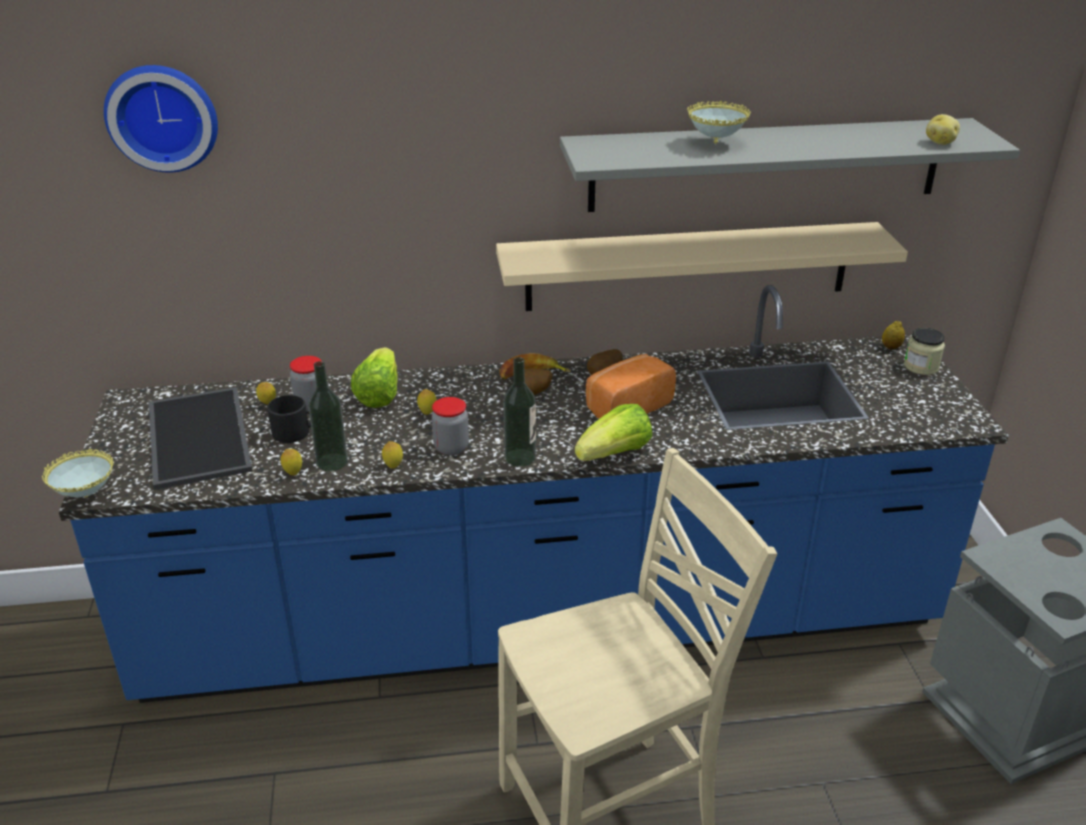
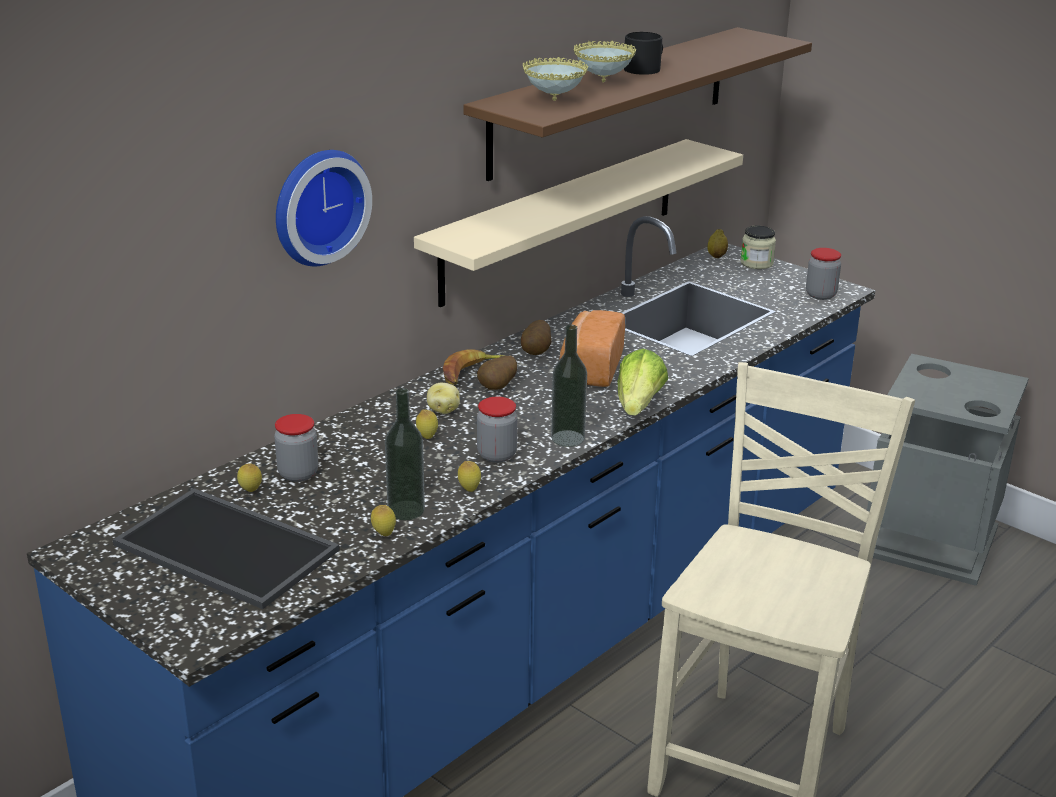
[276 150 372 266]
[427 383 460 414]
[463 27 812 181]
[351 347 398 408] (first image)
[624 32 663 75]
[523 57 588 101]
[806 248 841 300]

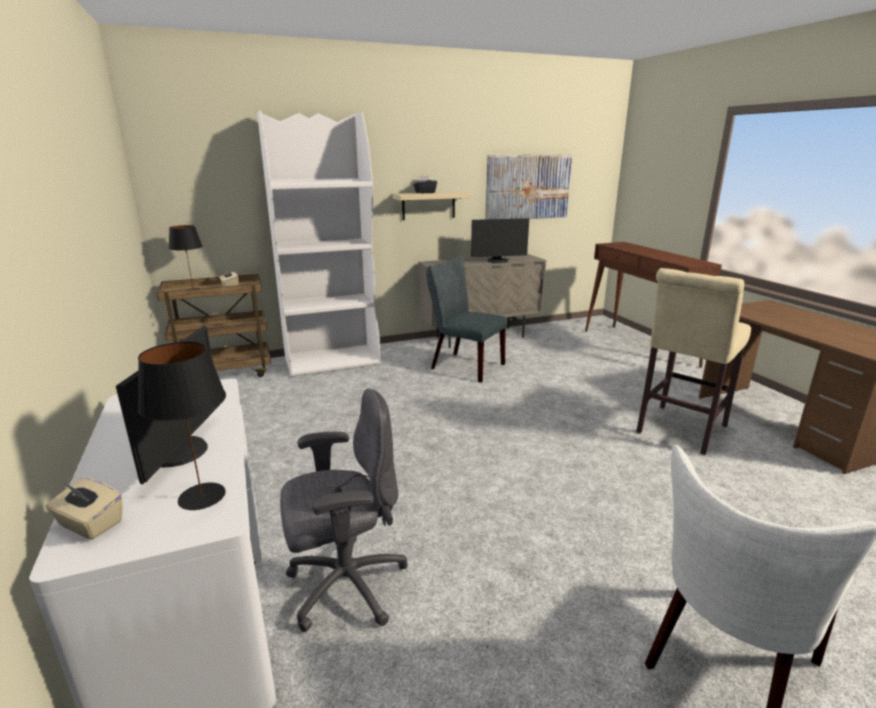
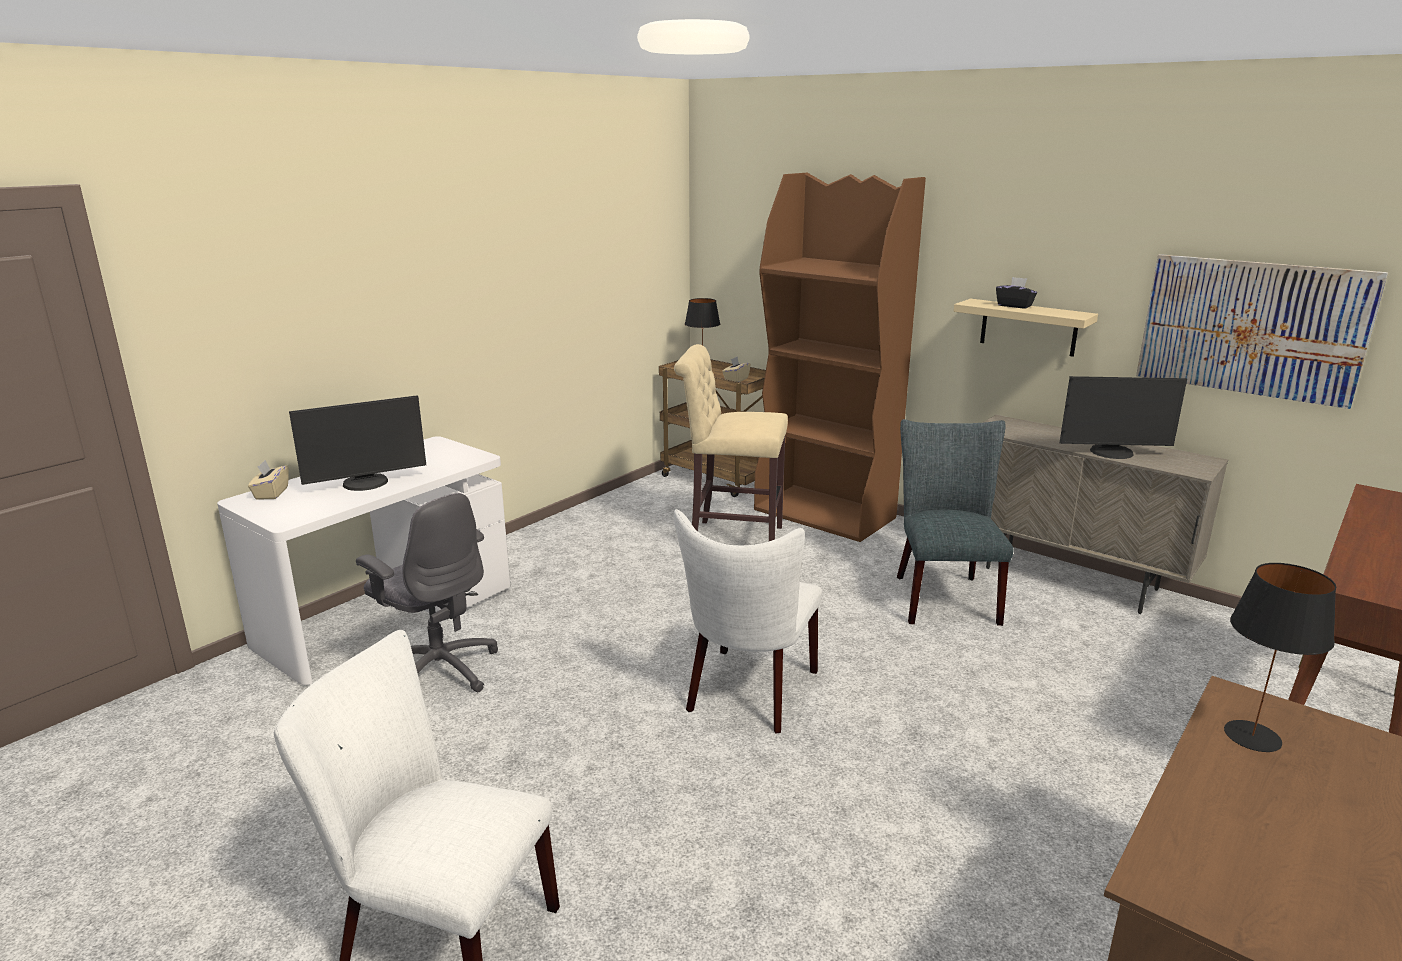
[754 173 926 542]
[1060 376 1187 459]
[674 344 788 541]
[1224 563 1336 752]
[674 509 822 734]

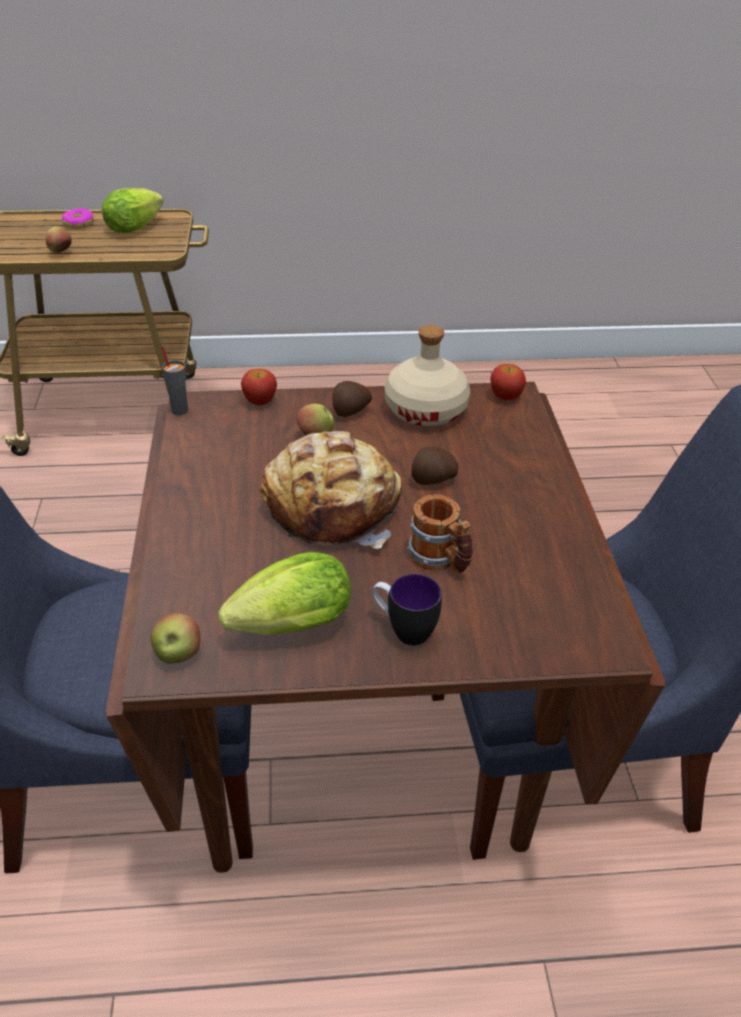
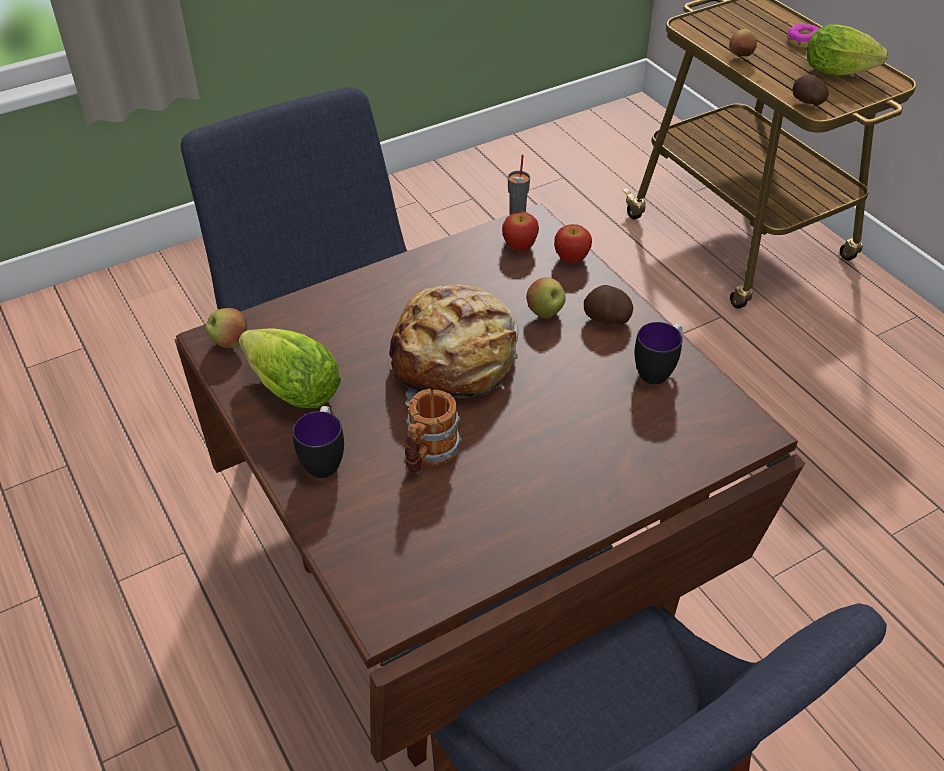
[635 322 683 385]
[502 211 539 251]
[792 74 829 105]

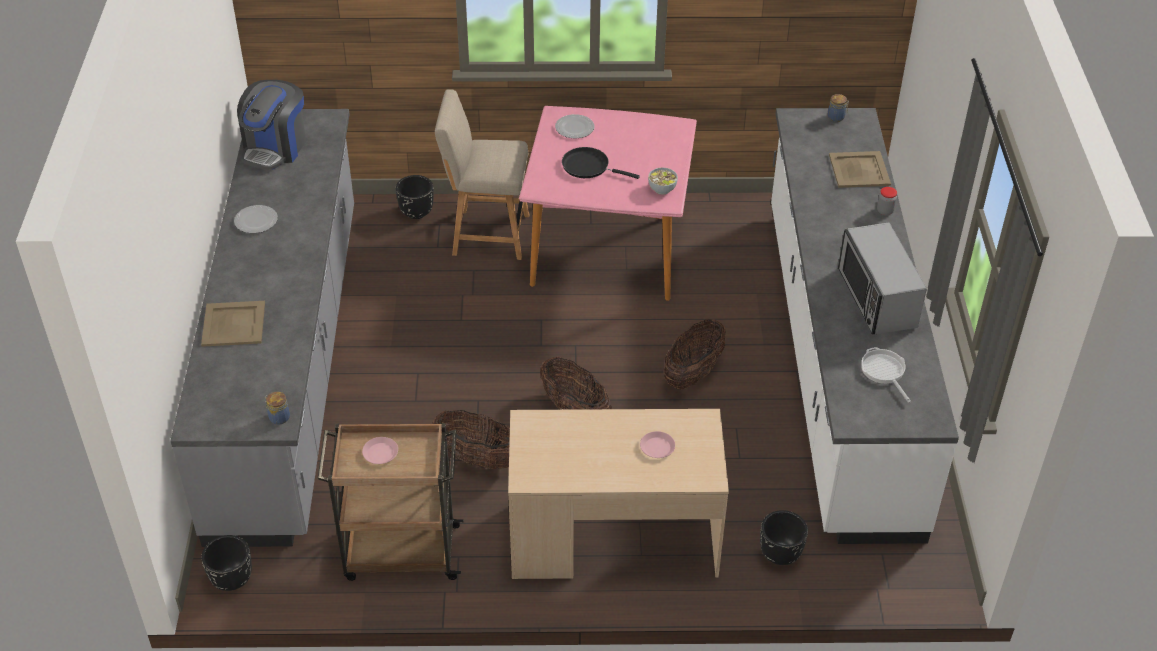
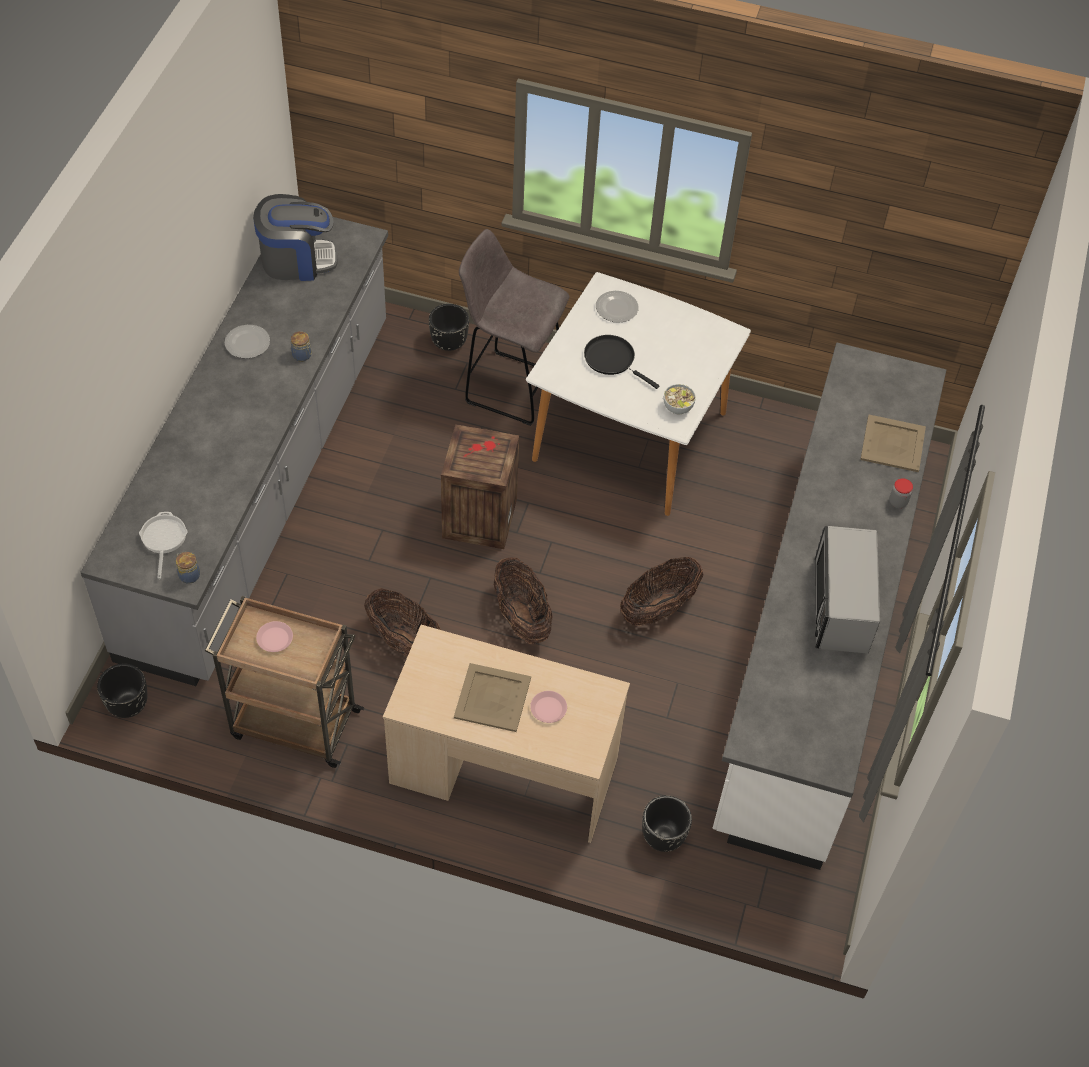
[253 194 338 281]
[459 229 570 426]
[291 331 312 362]
[526 272 751 516]
[454 663 531 732]
[139 512 188 579]
[441 424 519 549]

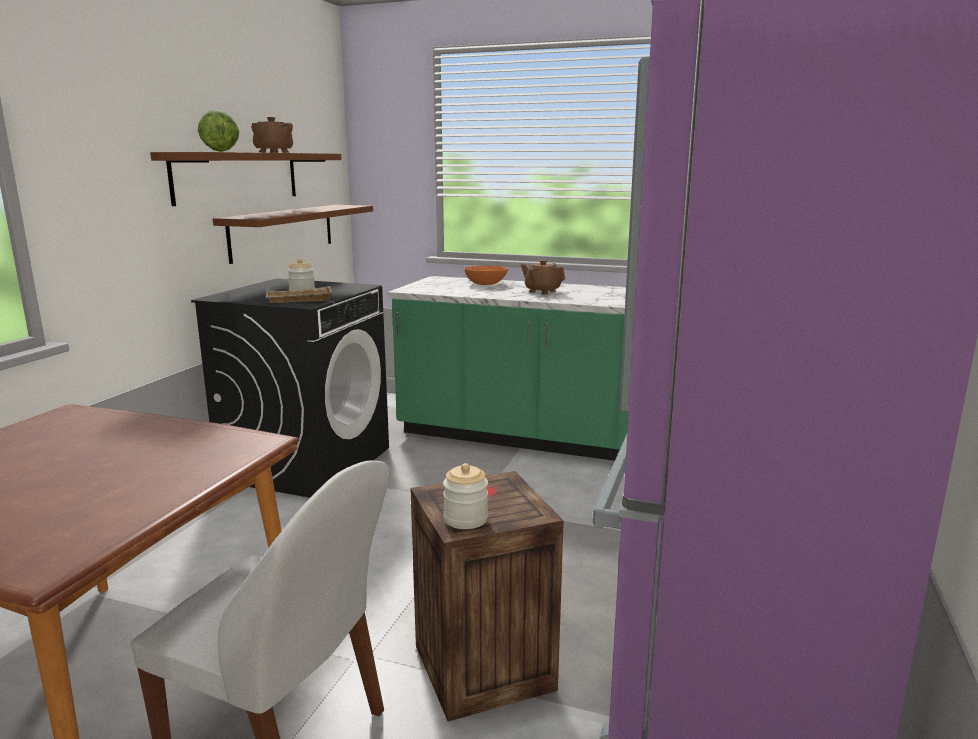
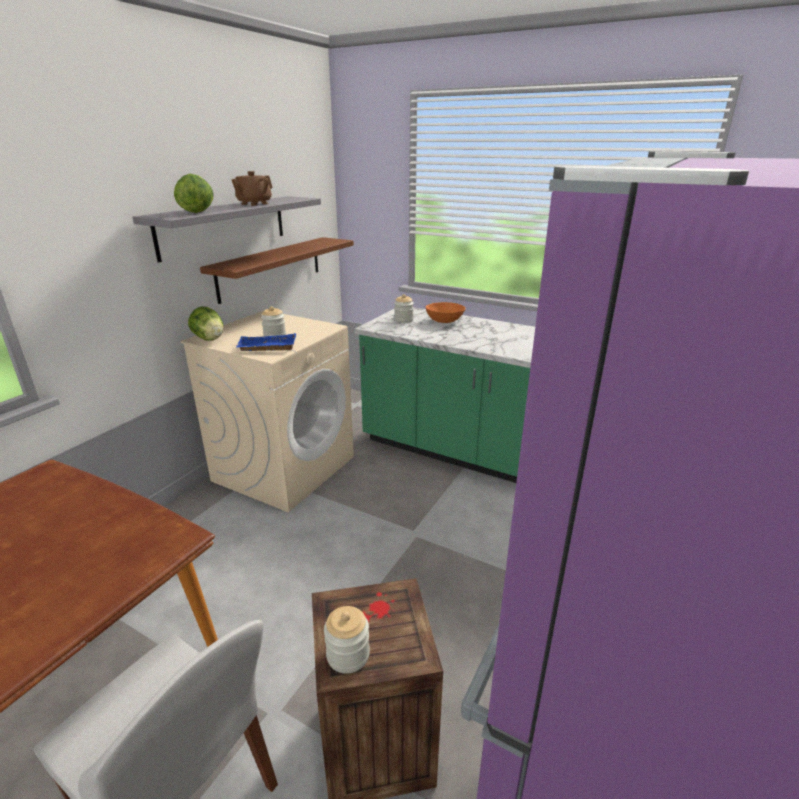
[133 196 321 263]
[521 260 565 294] (first image)
[181 310 354 512]
[236 333 296 351]
[394 294 414 323]
[188 307 223 341]

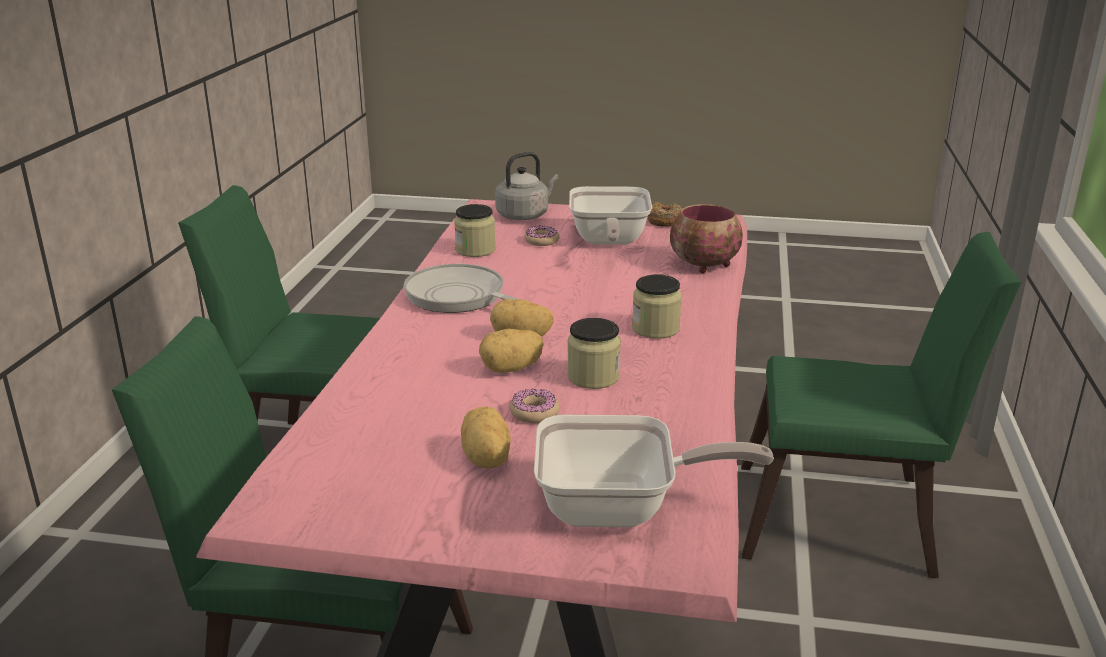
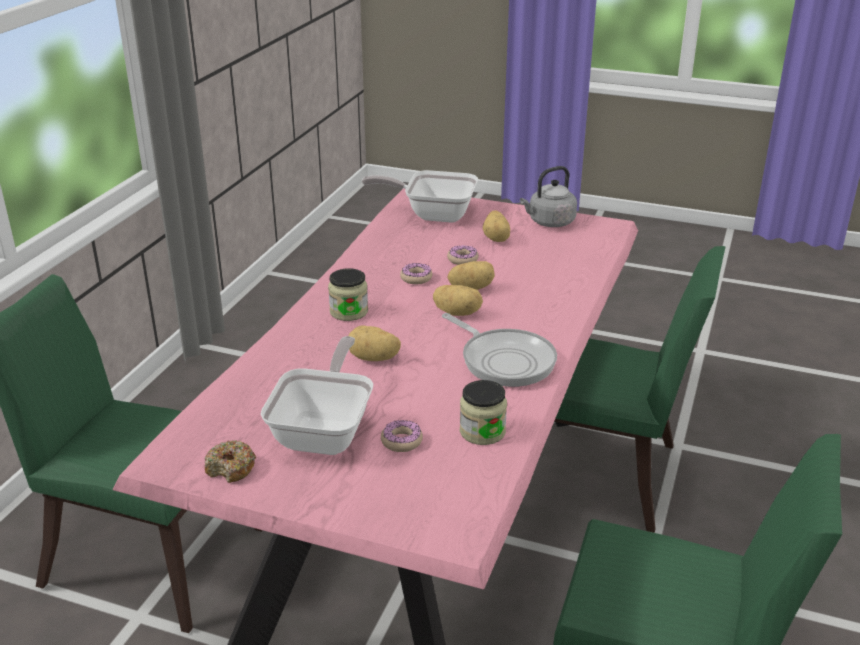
[520 166 577 227]
[670 204 743 273] (first image)
[400 263 432 284]
[348 326 401 361]

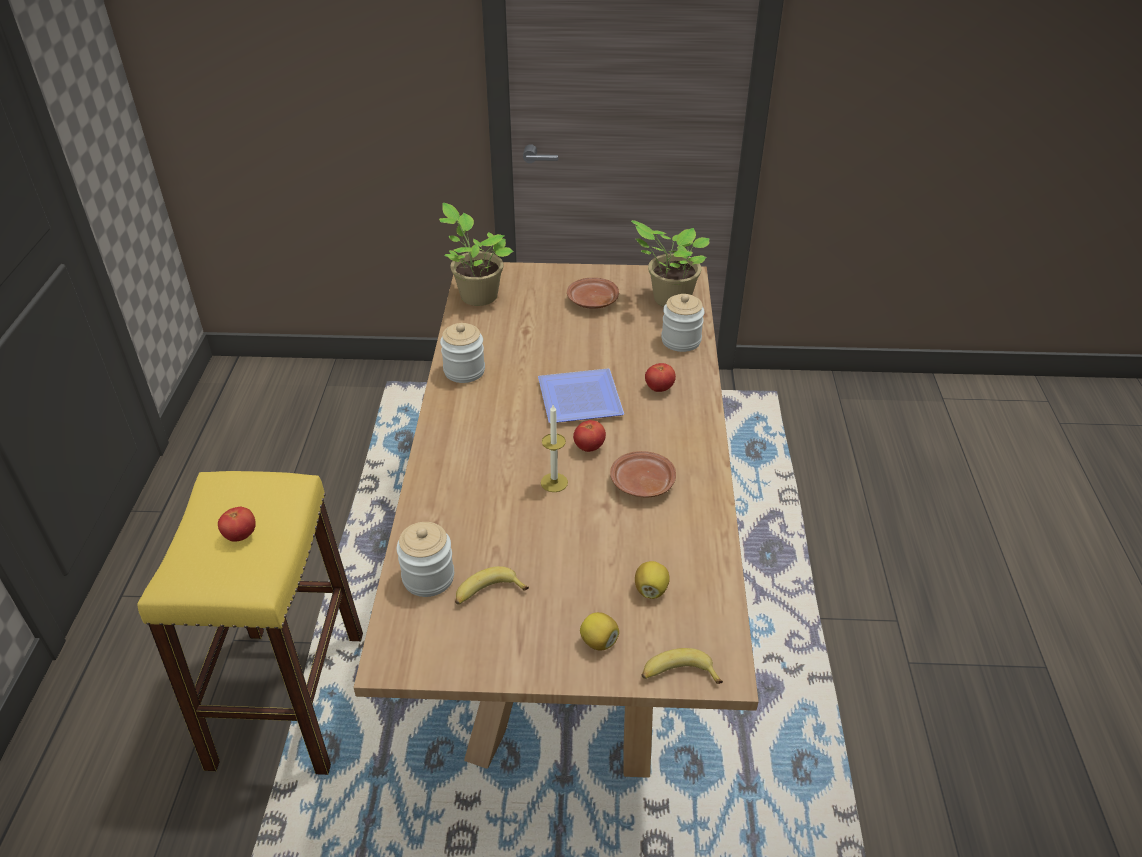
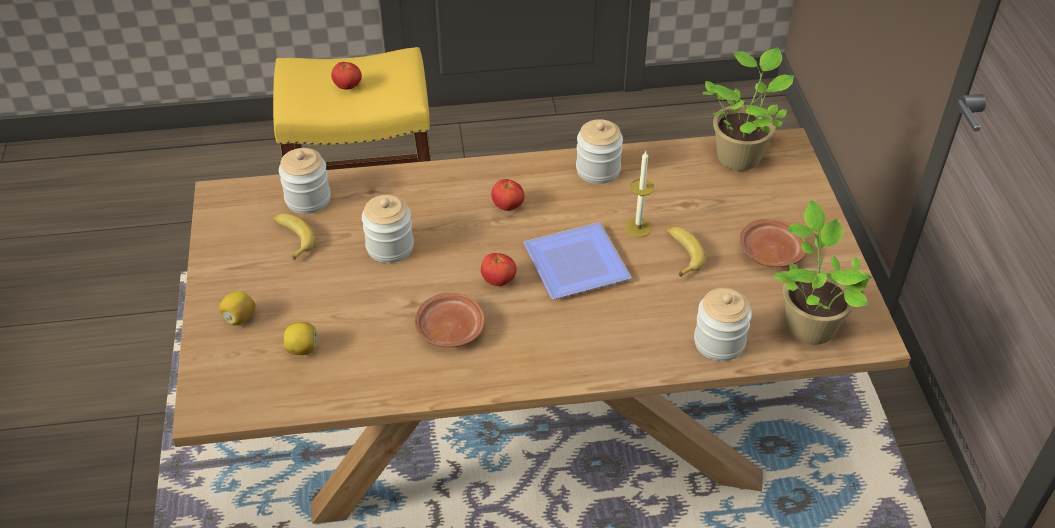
[491 179 525 211]
[625 151 654 237]
[667 227 706 277]
[362 195 414 263]

